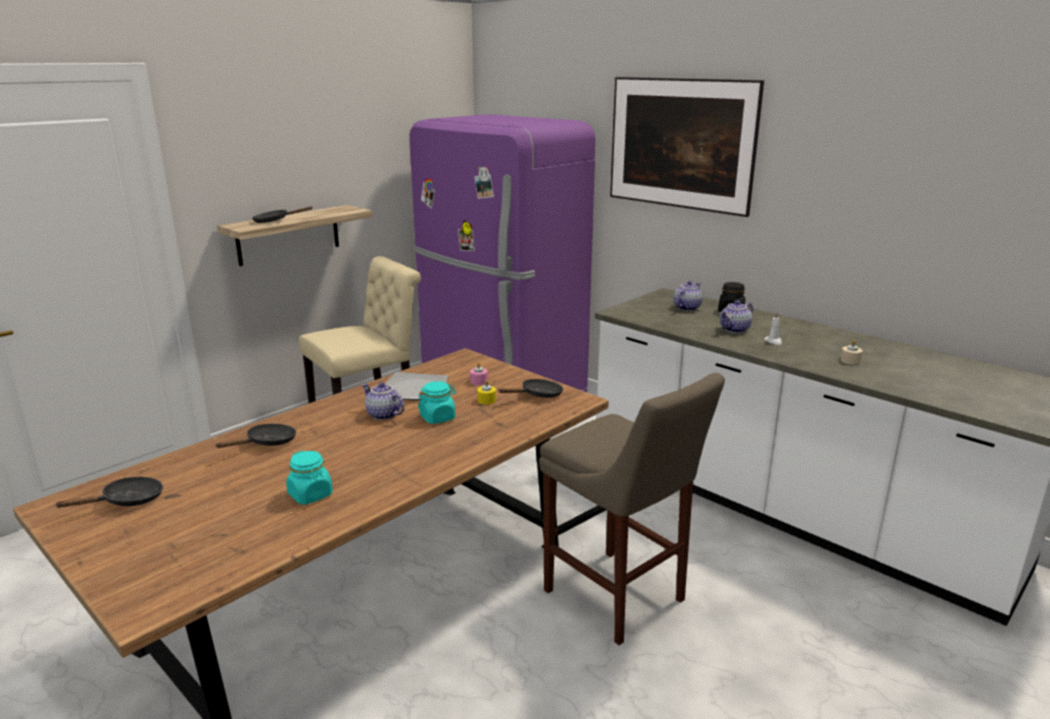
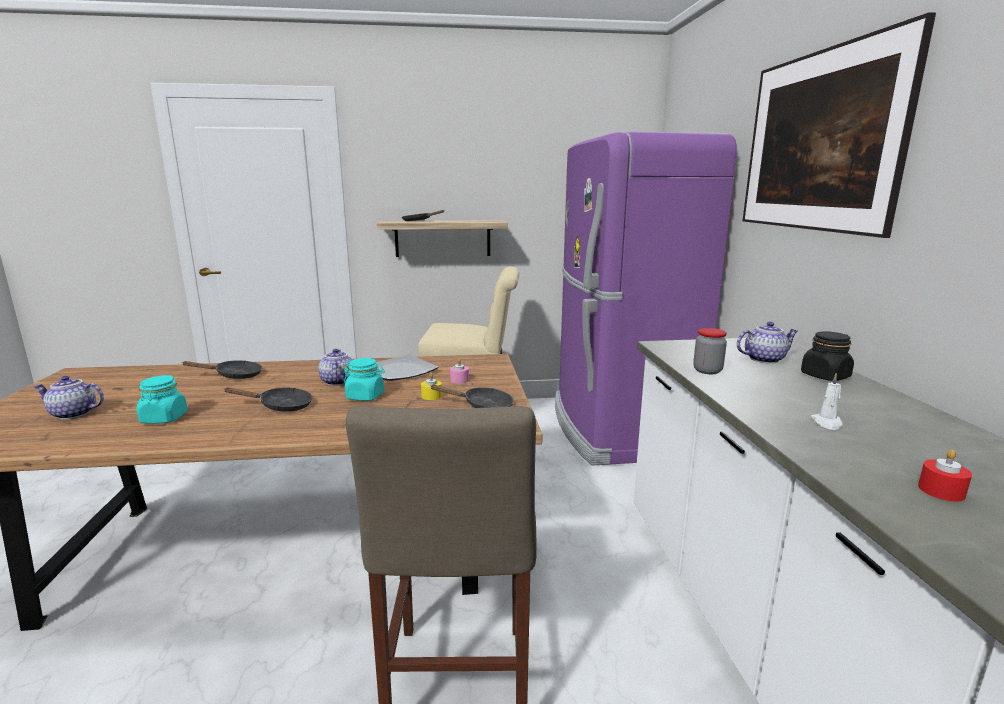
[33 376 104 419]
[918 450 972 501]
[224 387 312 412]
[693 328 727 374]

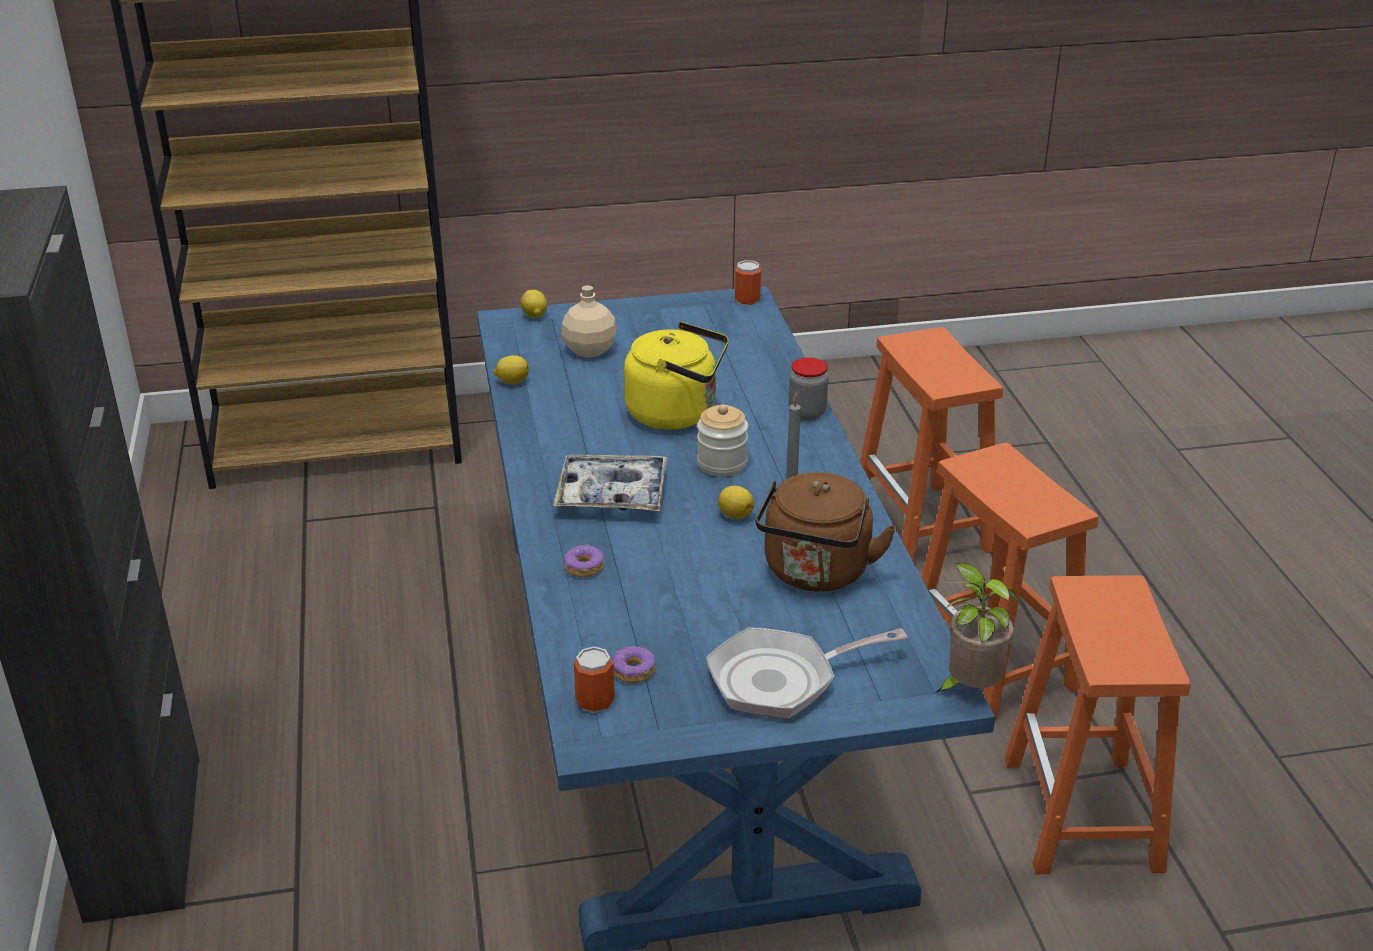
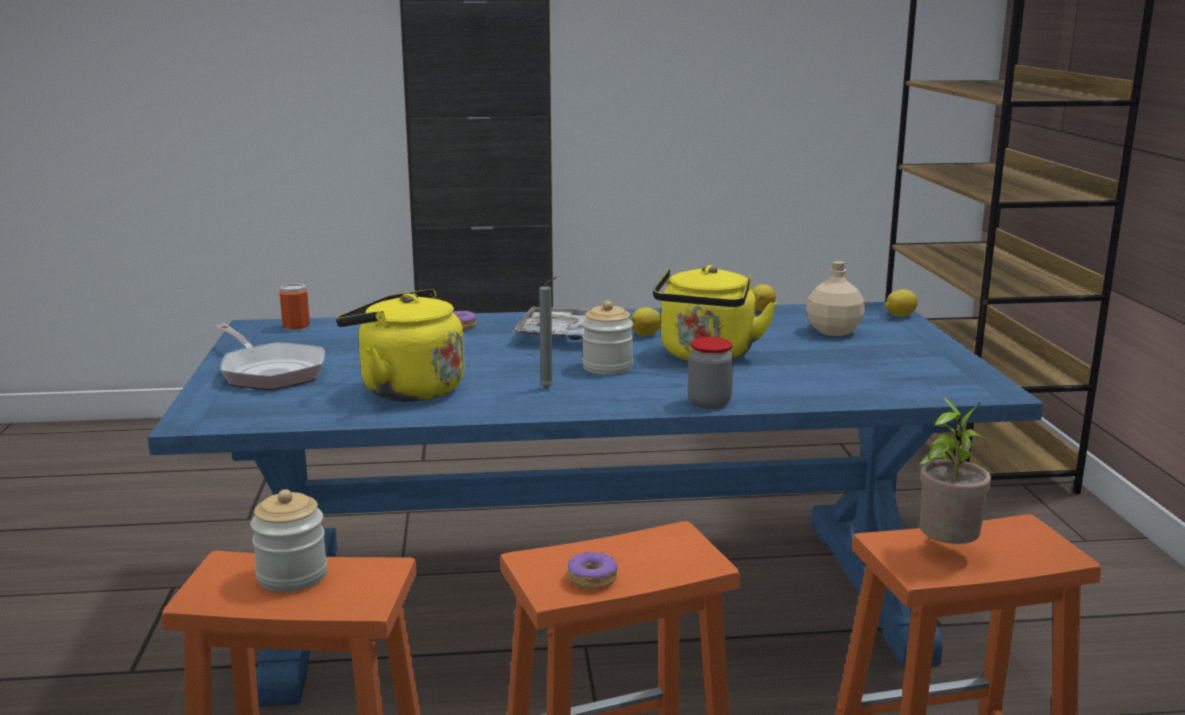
[735 260 761 306] (first image)
[336 289 465 401]
[631 307 661 336]
[919 397 992 544]
[214 324 325 390]
[566 552 618 589]
[251 489 327 592]

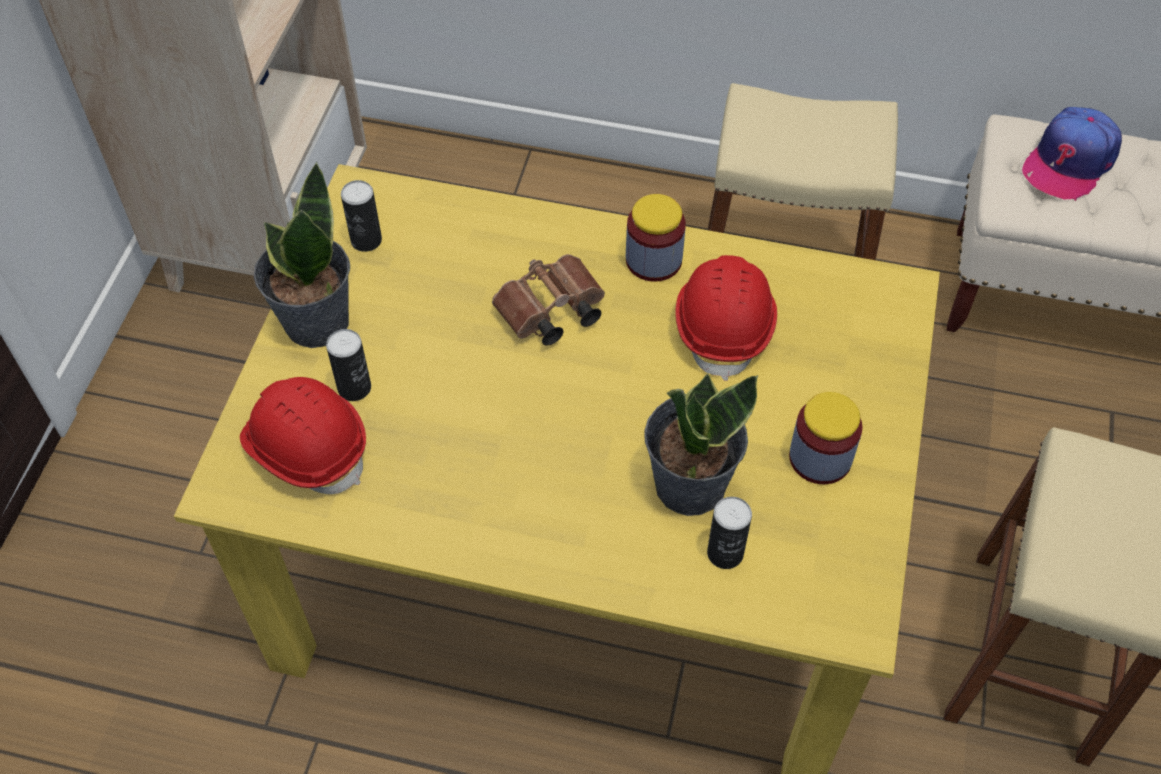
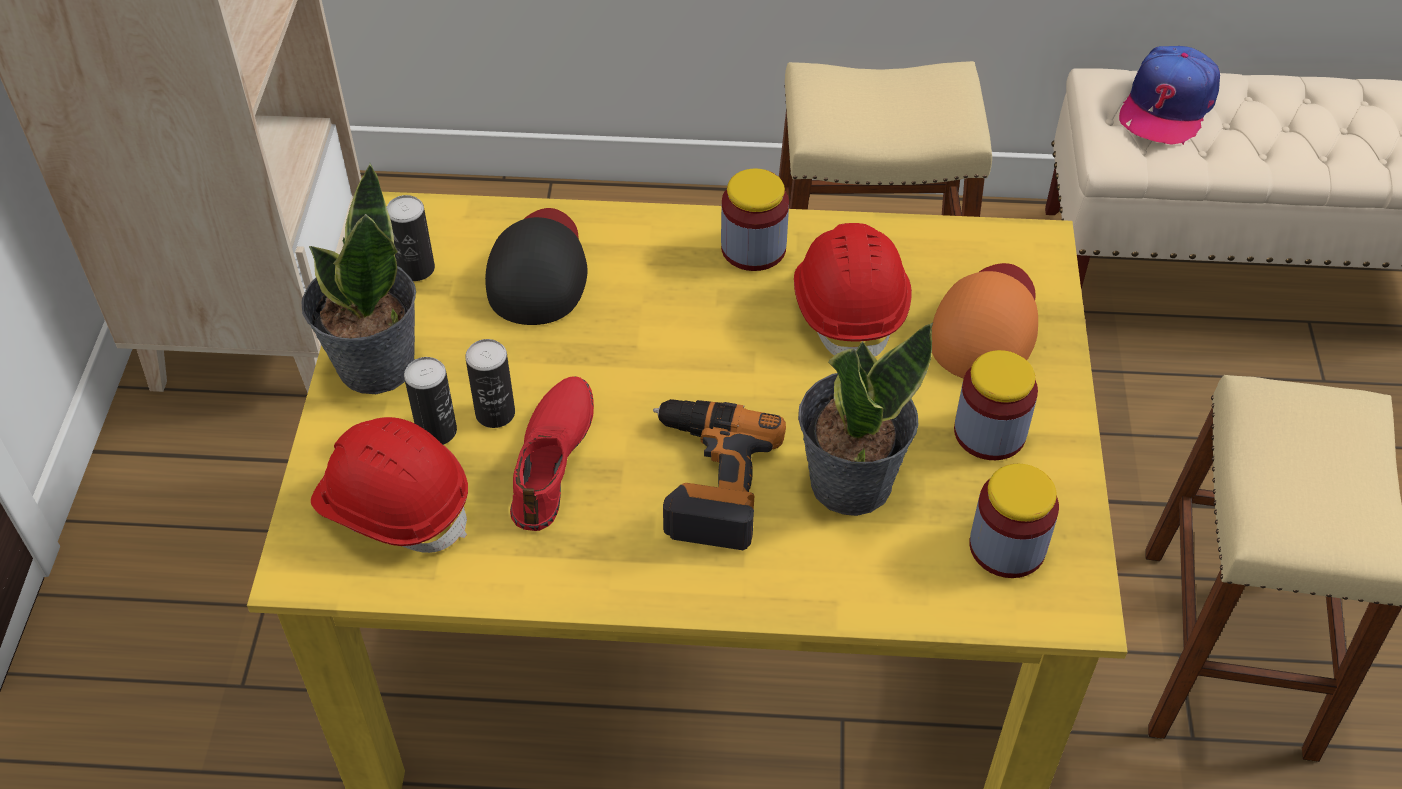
[492 254 605 346] (first image)
[465 339 515 428]
[485 208 587 325]
[932 263 1038 379]
[510 376 594 531]
[653 399 786 550]
[970 464 1059 578]

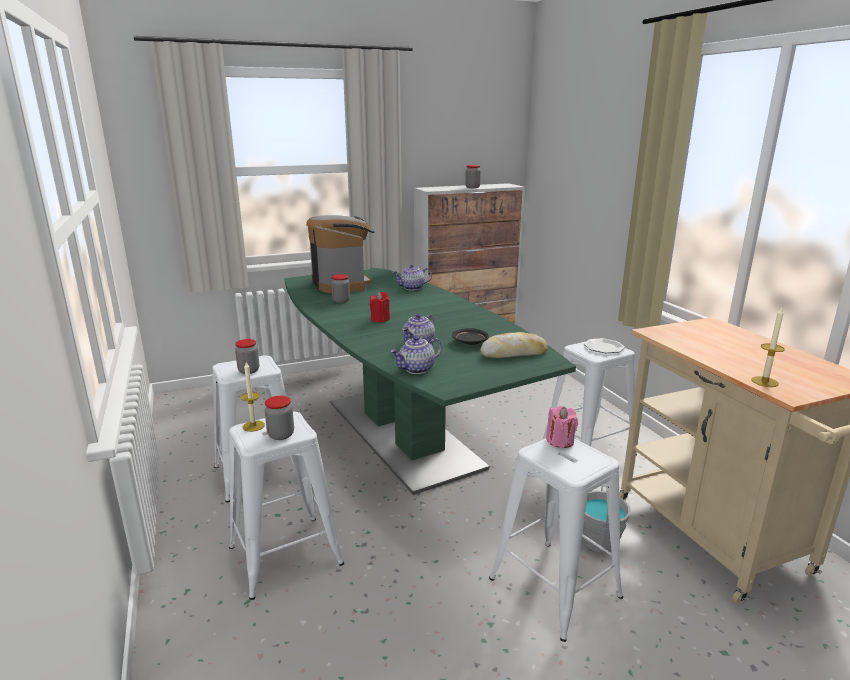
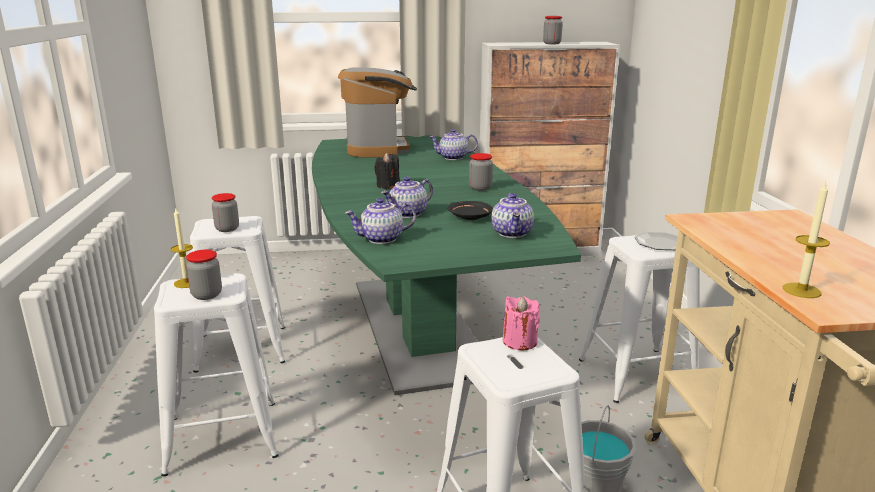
[469 153 493 191]
[374 153 400 189]
[491 193 534 238]

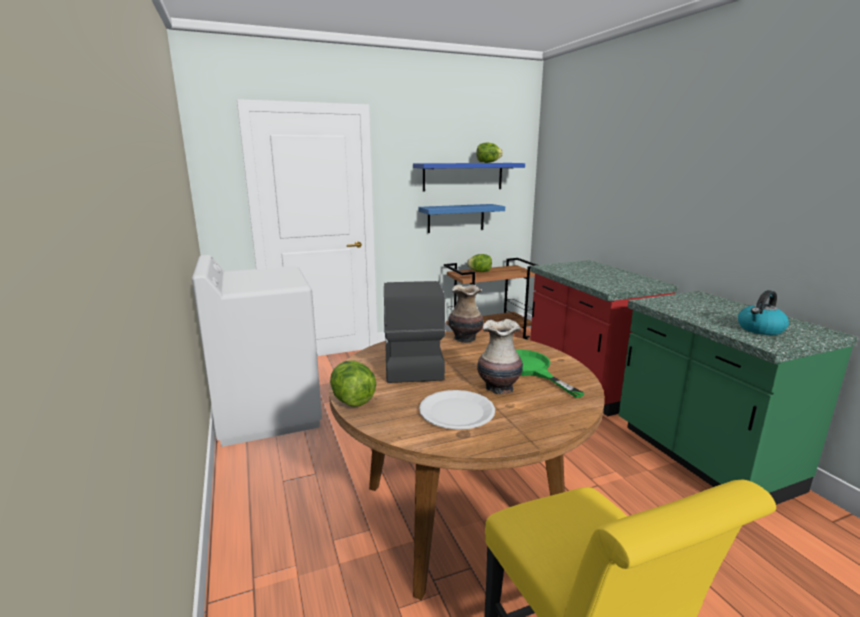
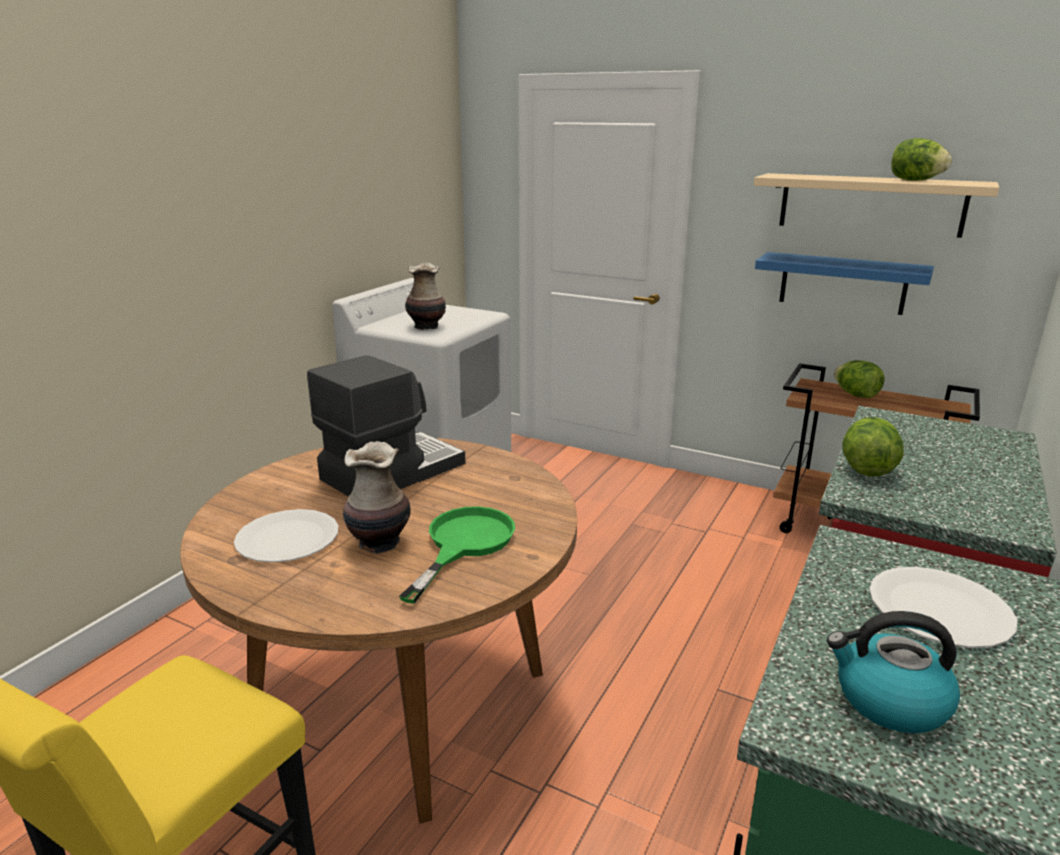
[754 173 999 238]
[405 262 446 330]
[842 417 904 477]
[869 567 1017 648]

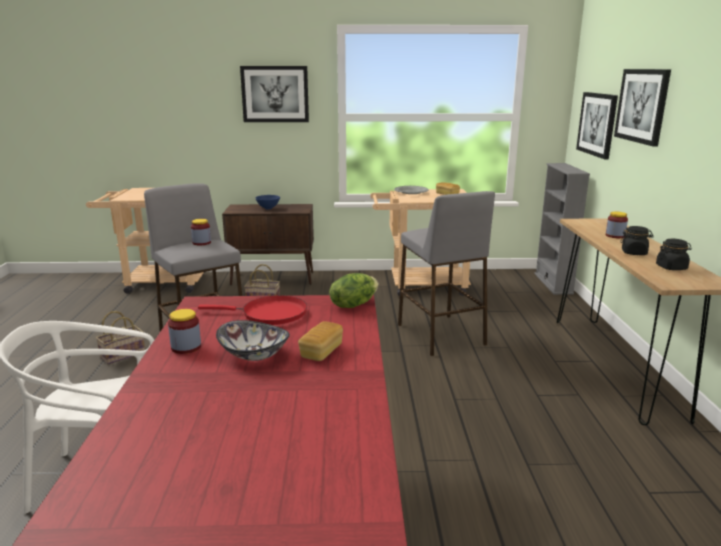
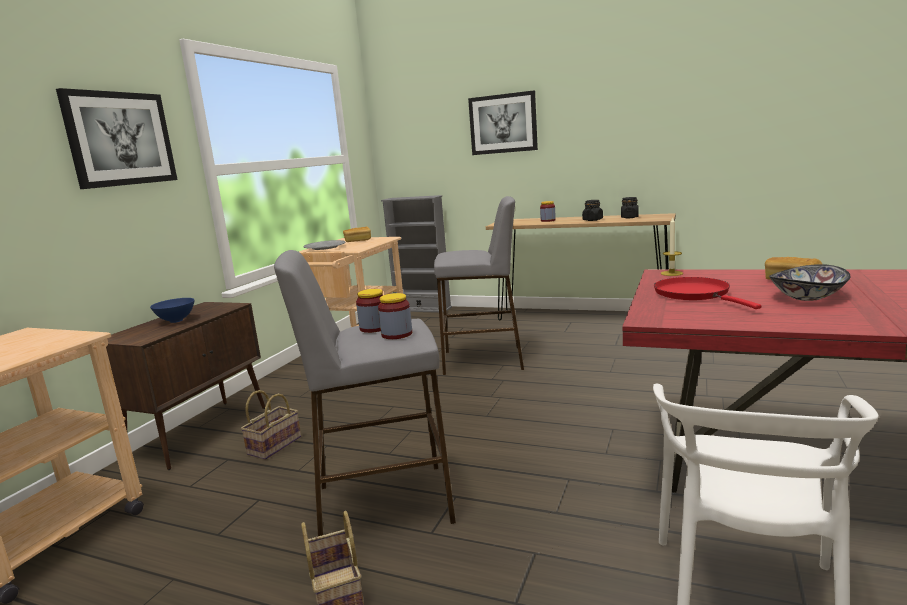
[576 92 618 159] (first image)
[661 218 683 276]
[654 277 761 309]
[378 293 412 339]

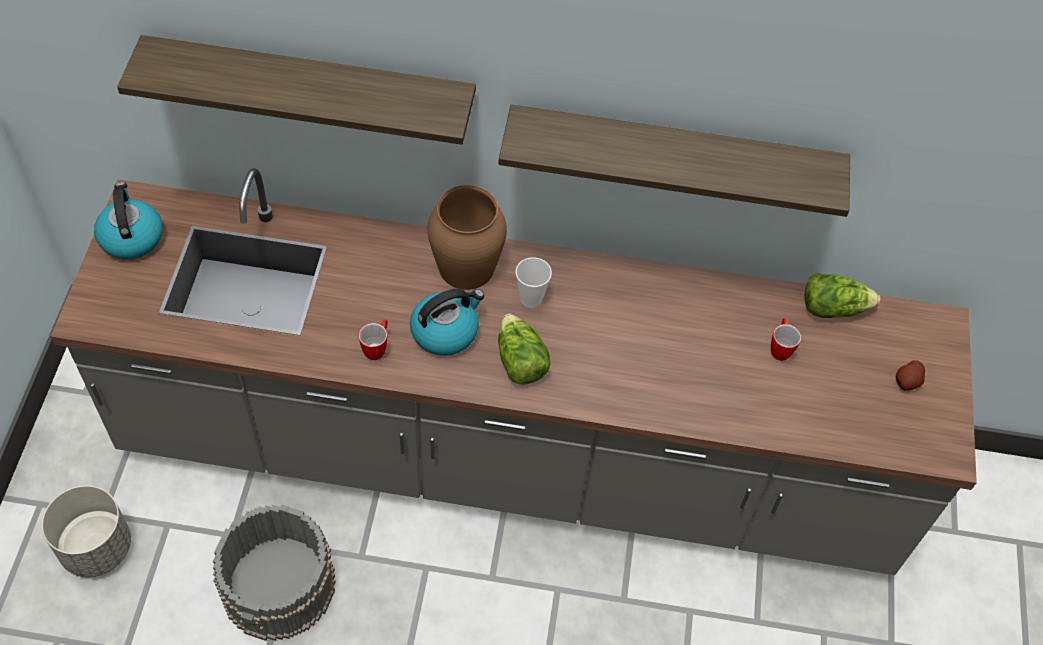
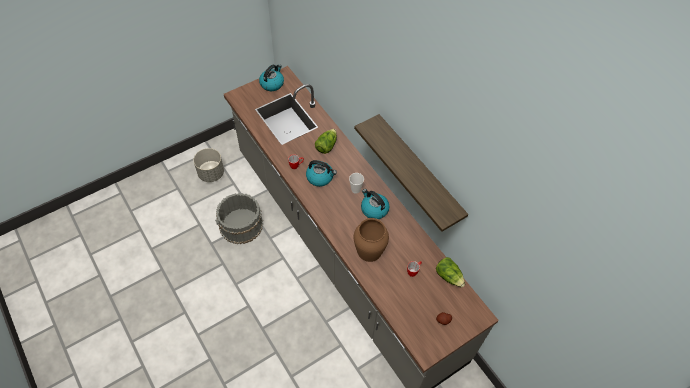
[117 35 476 145] (first image)
[354 218 389 262]
[315 129 337 154]
[361 189 390 219]

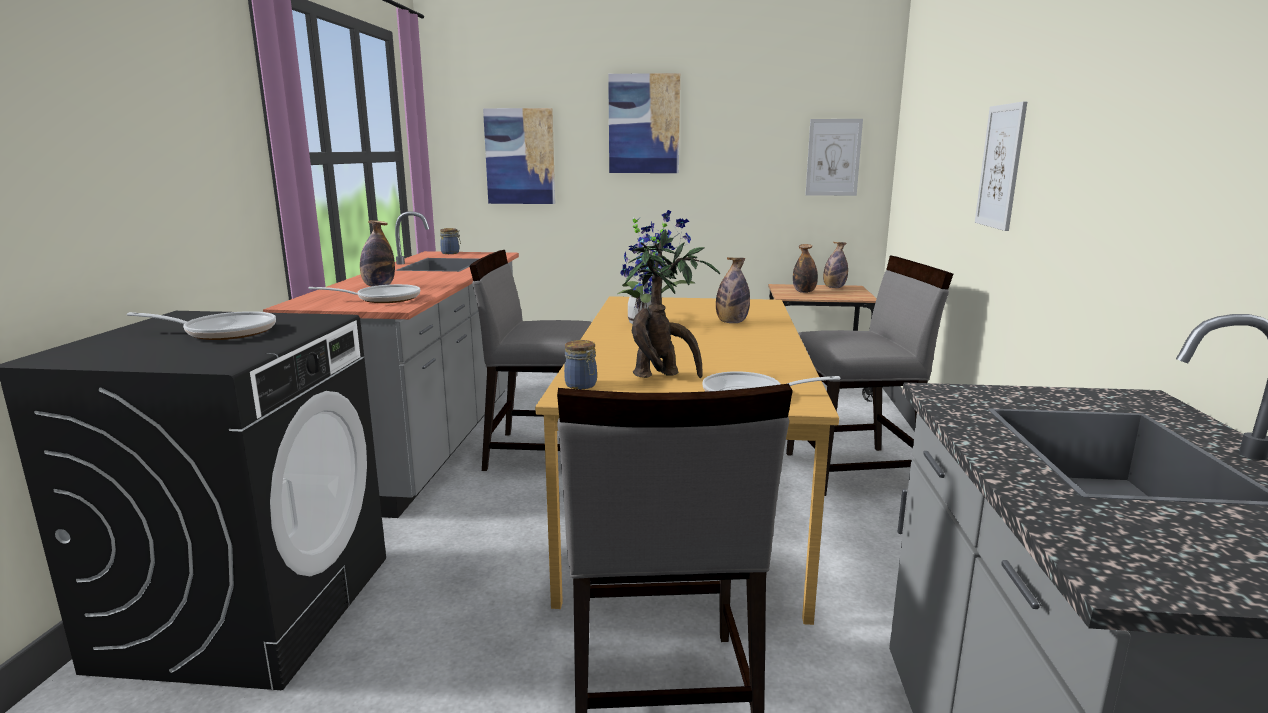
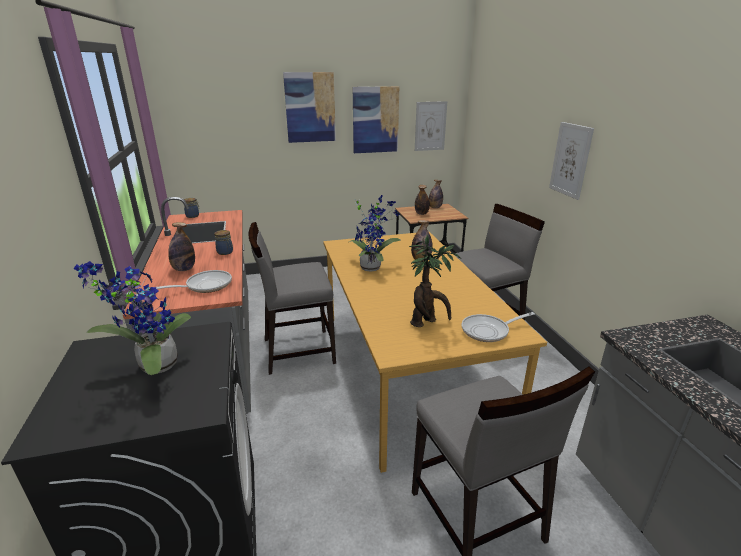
[353 86 399 153]
[73 261 191 375]
[214 230 233 255]

